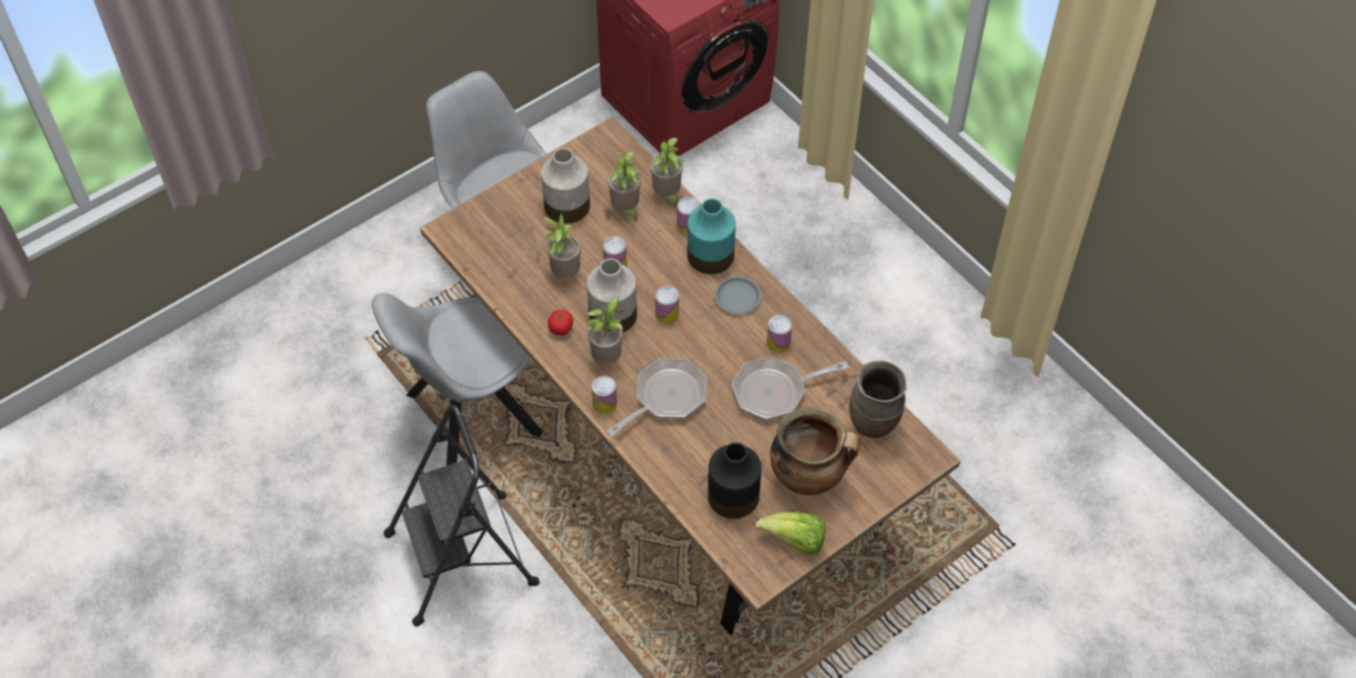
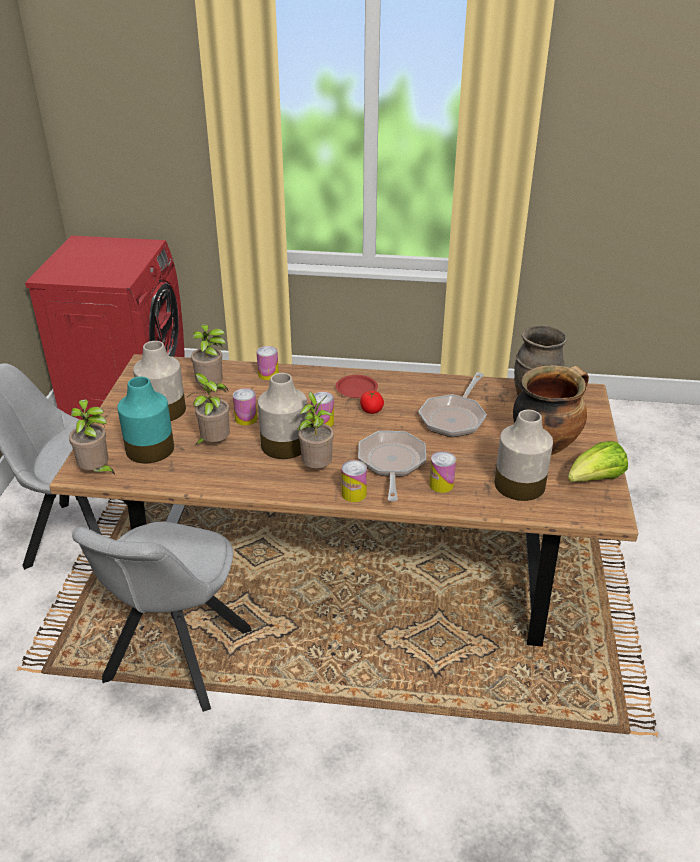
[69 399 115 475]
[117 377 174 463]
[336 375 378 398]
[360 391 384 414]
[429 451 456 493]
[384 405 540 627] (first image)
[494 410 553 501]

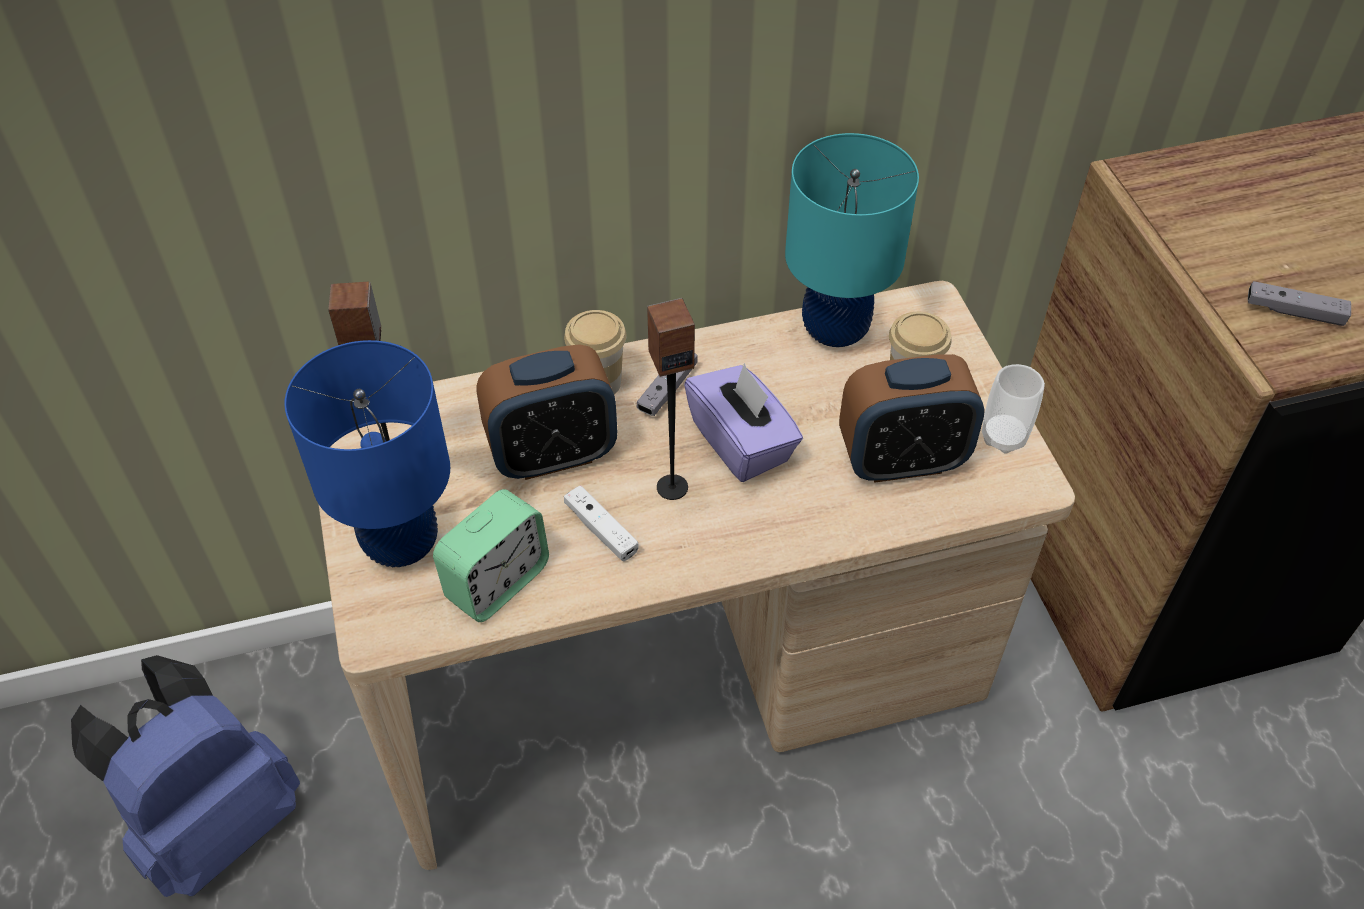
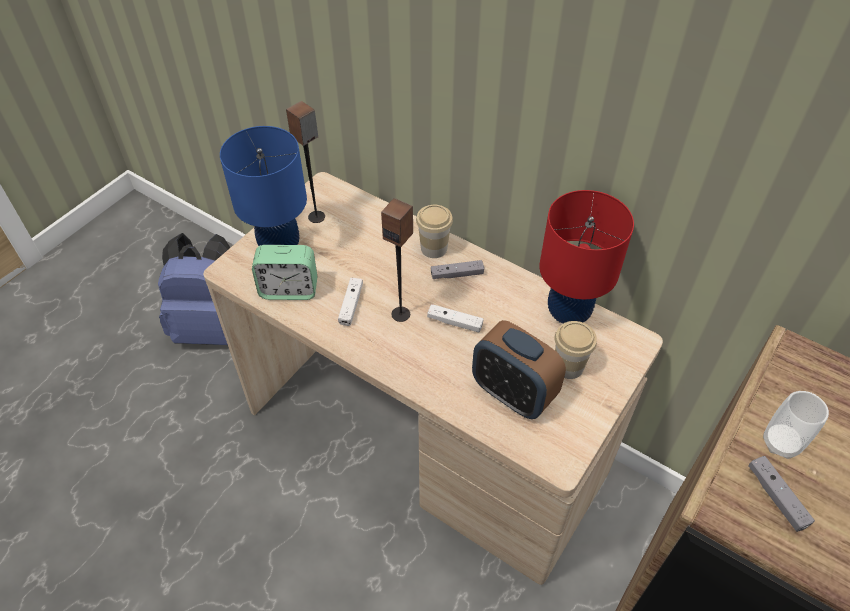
[539 190 634 324]
[476 344 617 480] (first image)
[427 304 484 332]
[763 391 829 459]

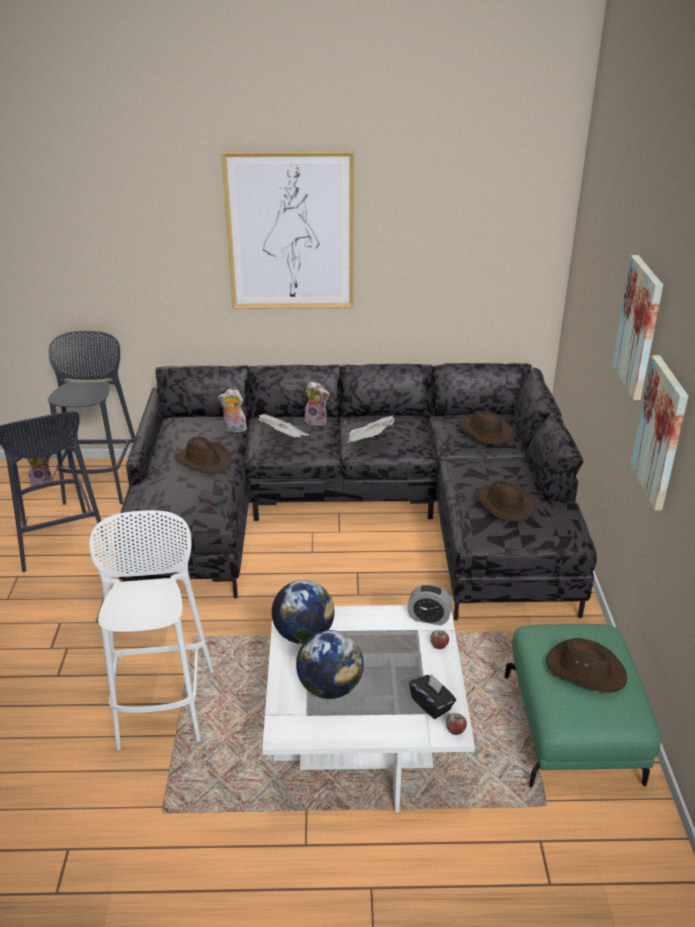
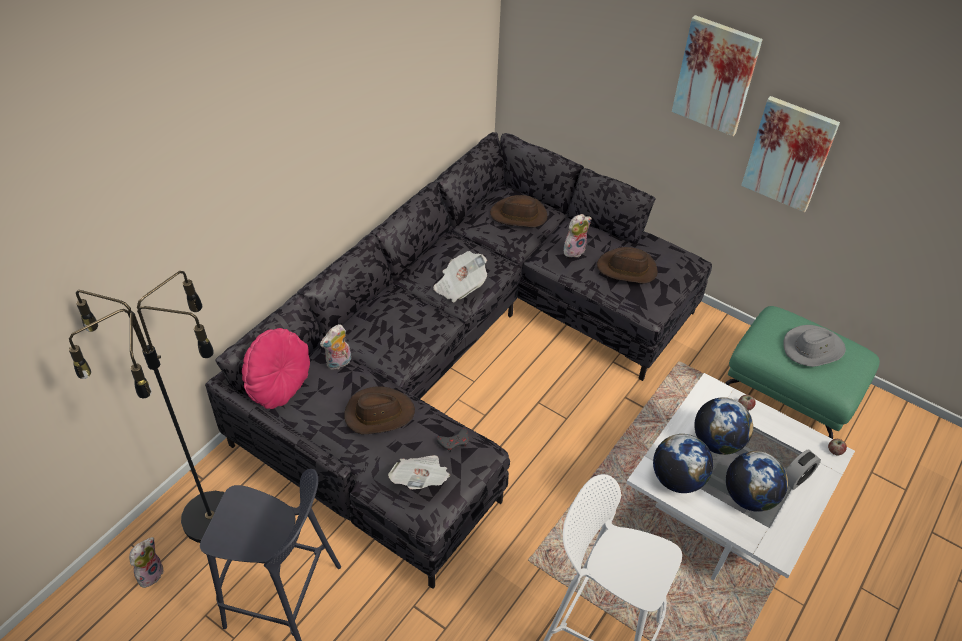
[221 151 354 309] (first image)
[69 271 225 543]
[564 214 592 257]
[388 455 451 489]
[785 449 821 490]
[783 325 846 367]
[409 673 456 719] (first image)
[242 328 310 409]
[694 397 753 455]

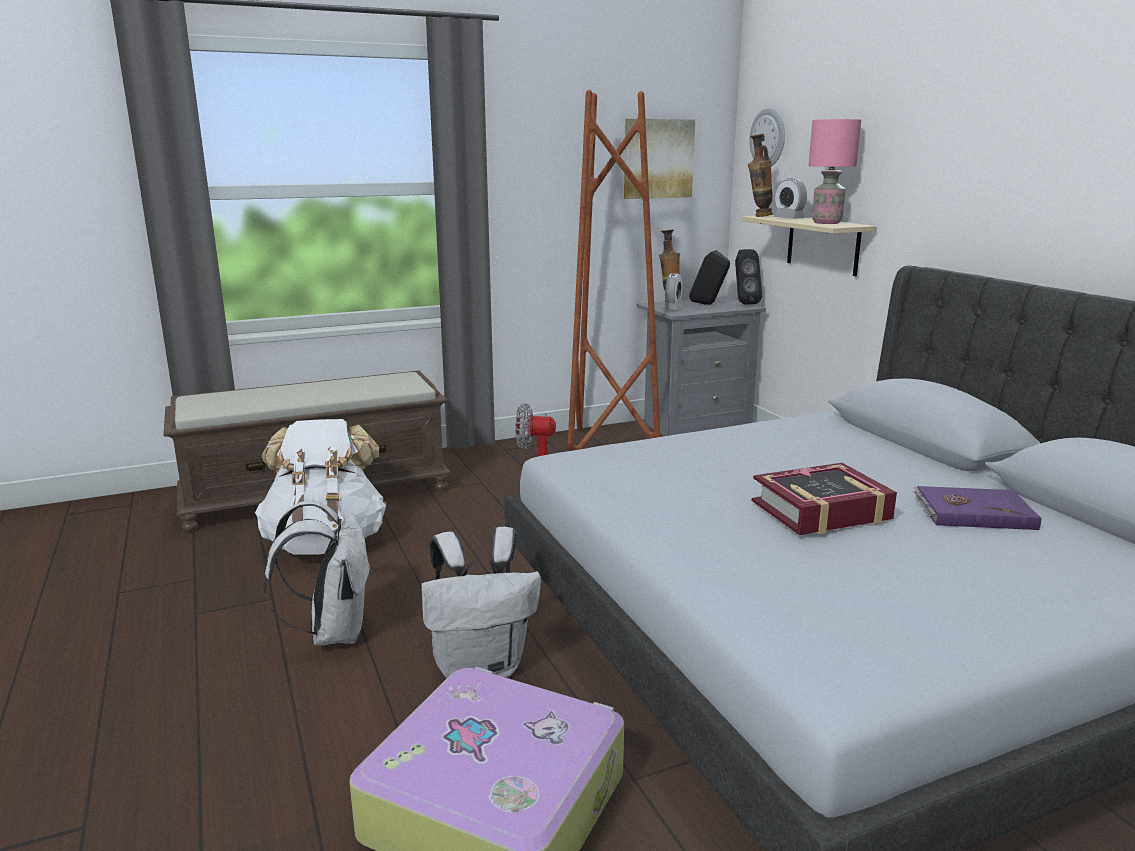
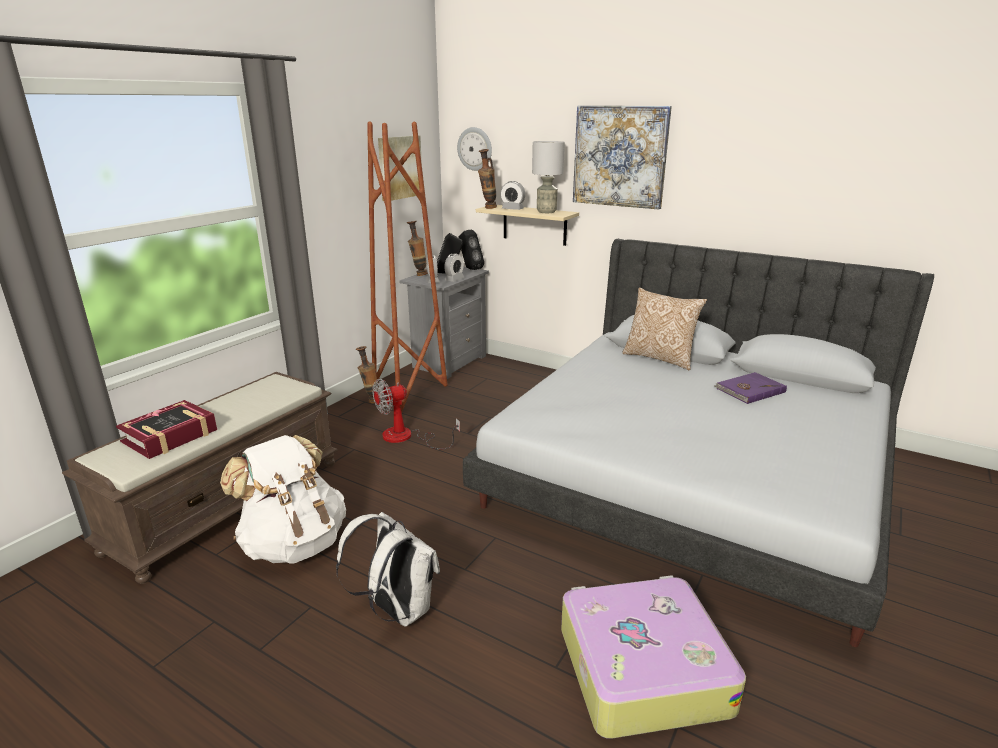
[532 141 565 213]
[116 400 217 459]
[421 527 541 678] (first image)
[573 106 672 209]
[444 253 464 282]
[622 288 707 370]
[356 346 379 403]

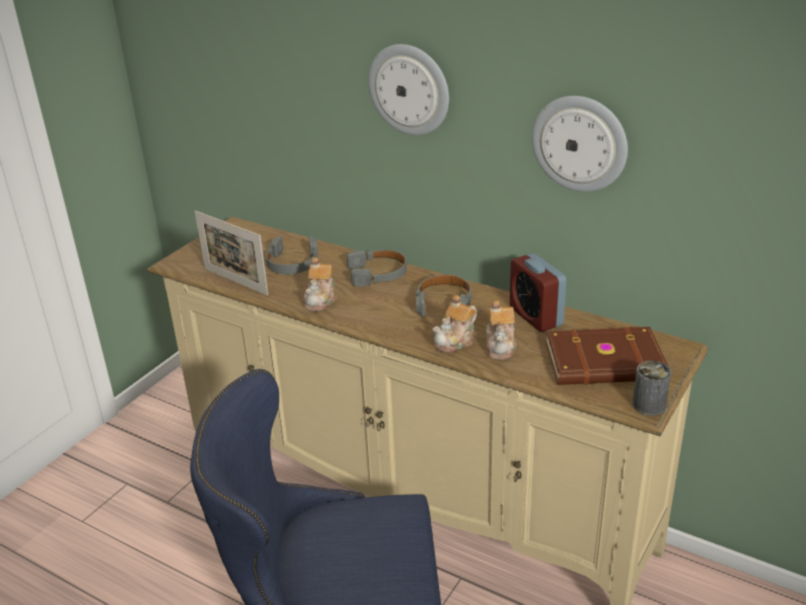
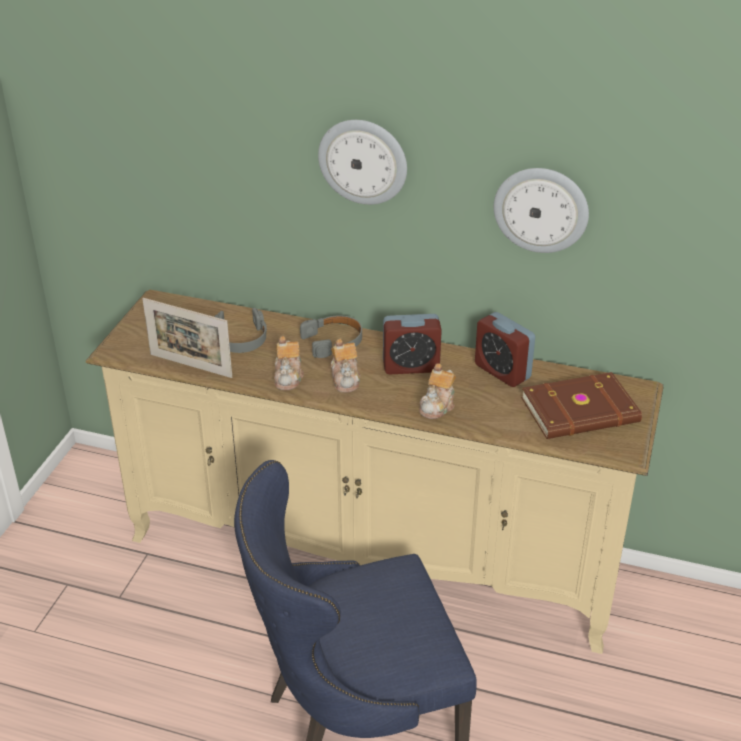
[383 314 442 374]
[331 339 361 393]
[633 361 671 416] (first image)

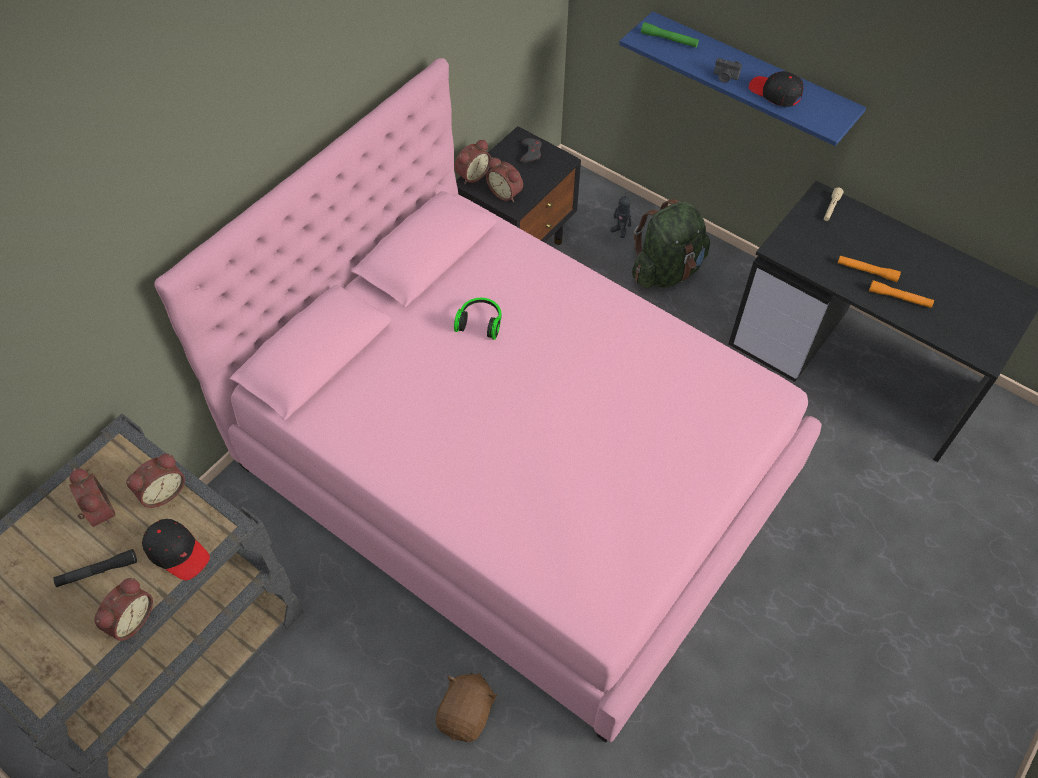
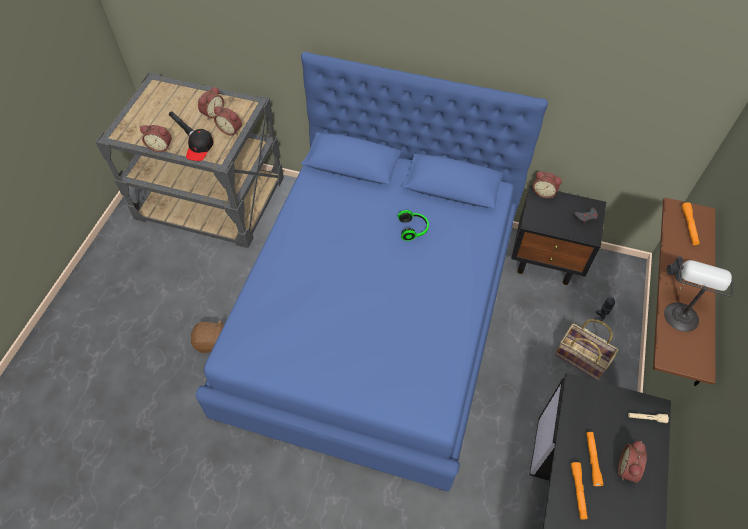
[653 197 715 386]
[682 202 700 245]
[196 52 548 492]
[664 260 734 332]
[618 441 647 483]
[555 319 618 381]

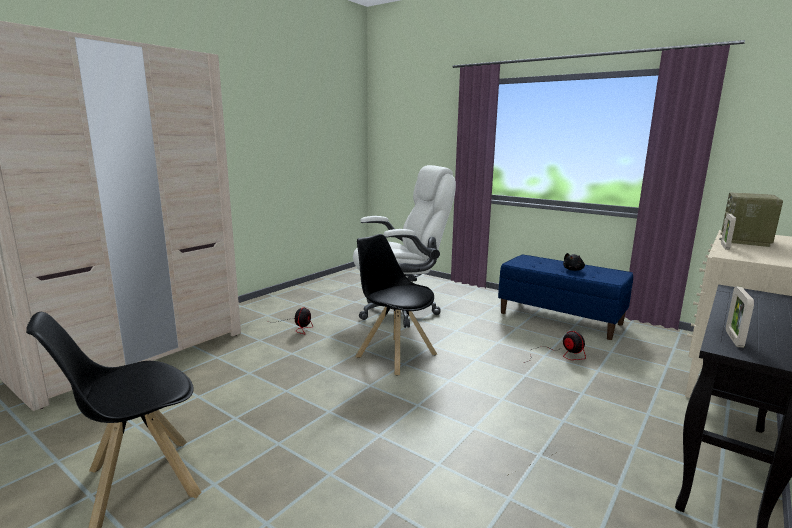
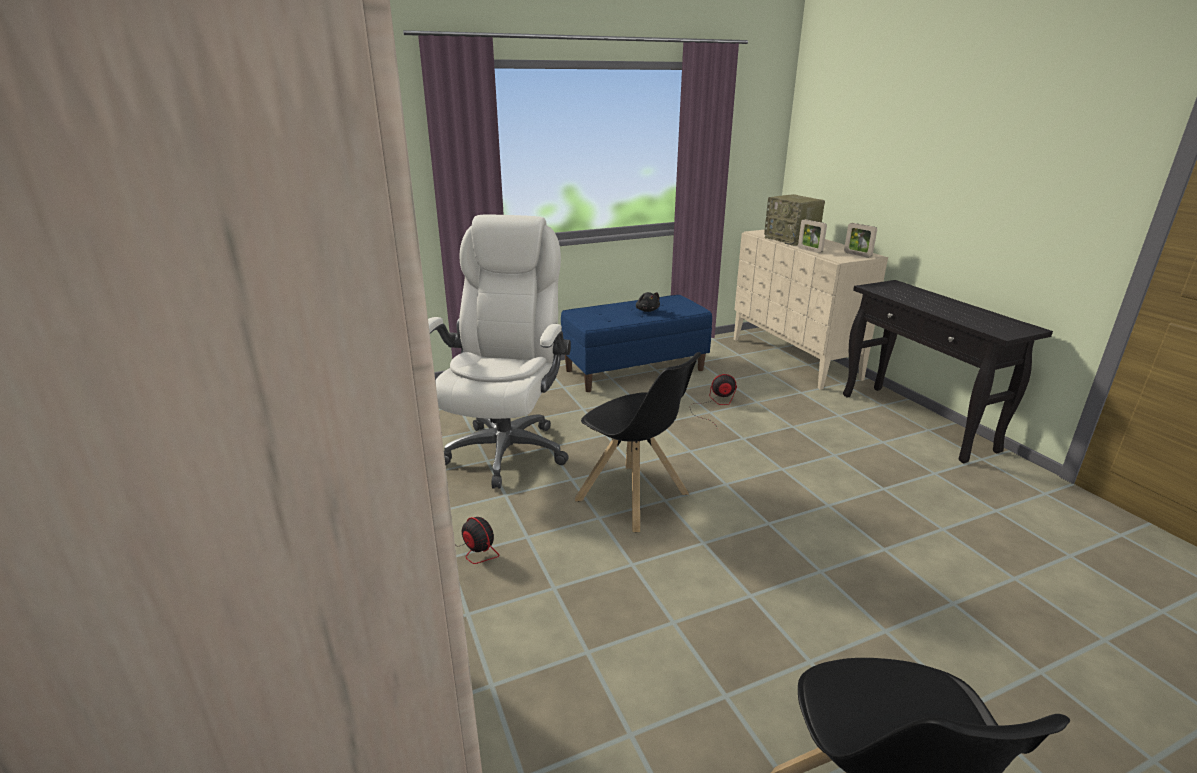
[575 352 701 532]
[844 223 877 258]

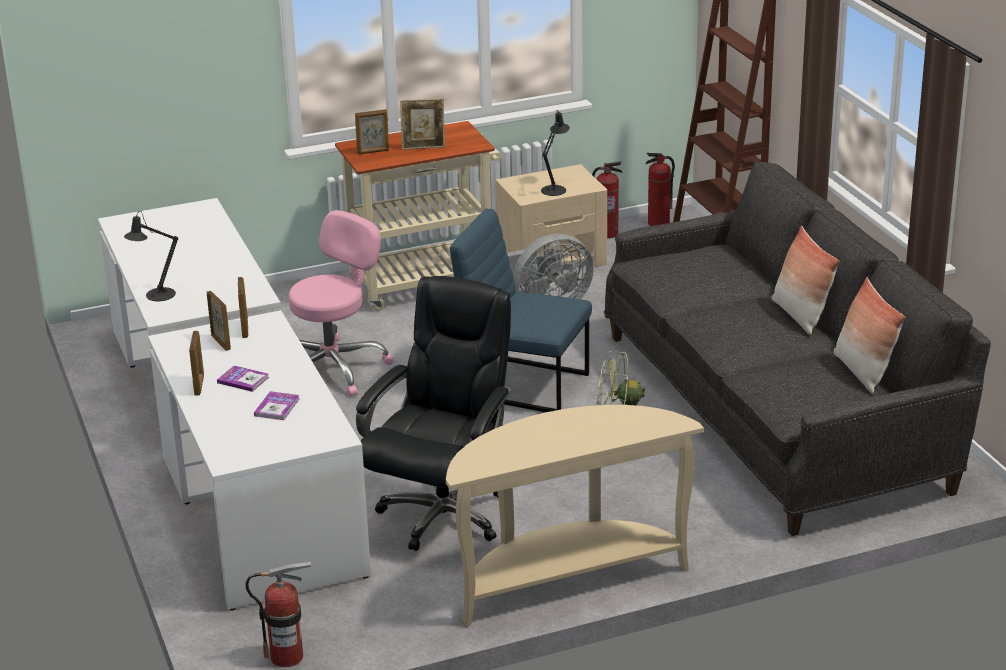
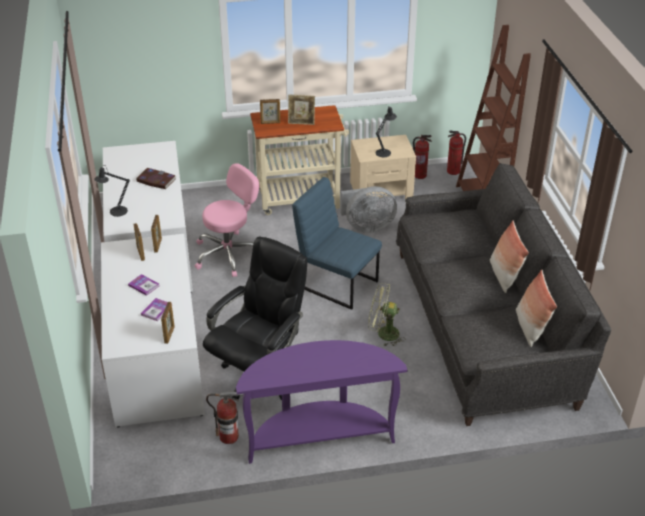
[161 302 175 344]
[236 340 408 464]
[206 392 244 444]
[136 168 176 189]

